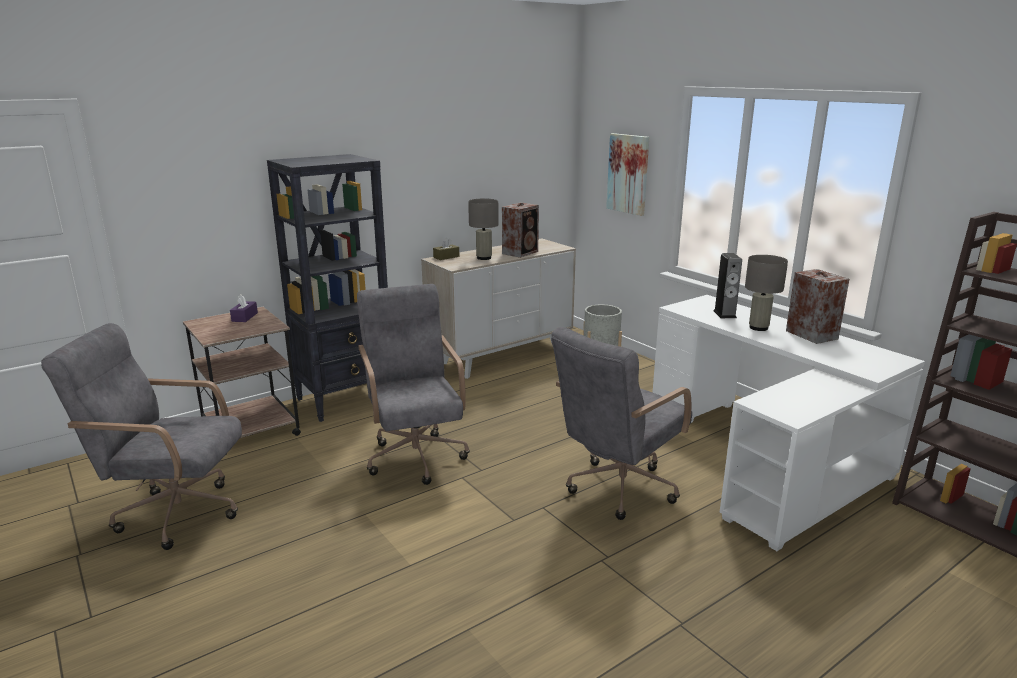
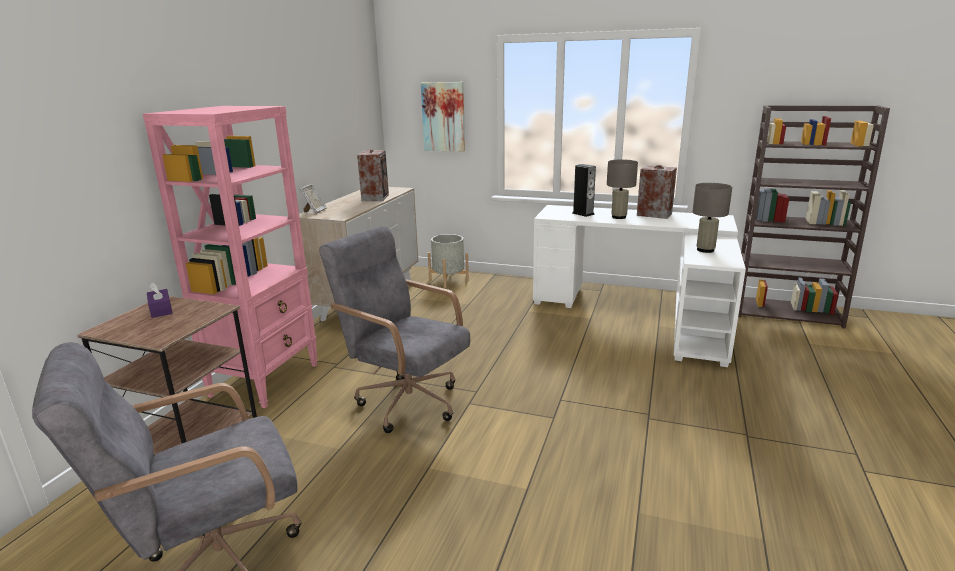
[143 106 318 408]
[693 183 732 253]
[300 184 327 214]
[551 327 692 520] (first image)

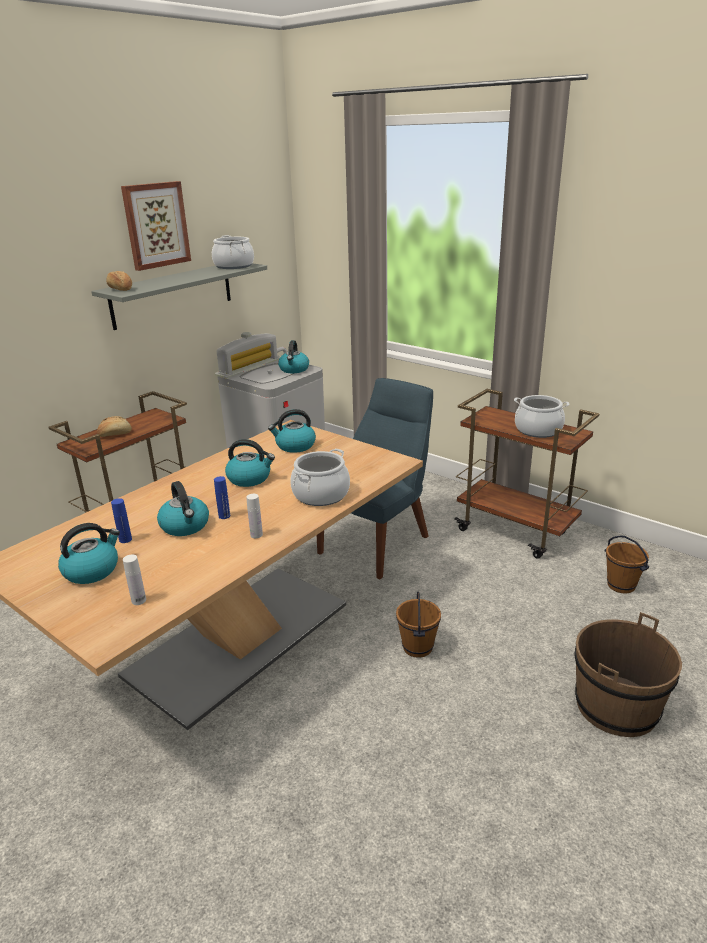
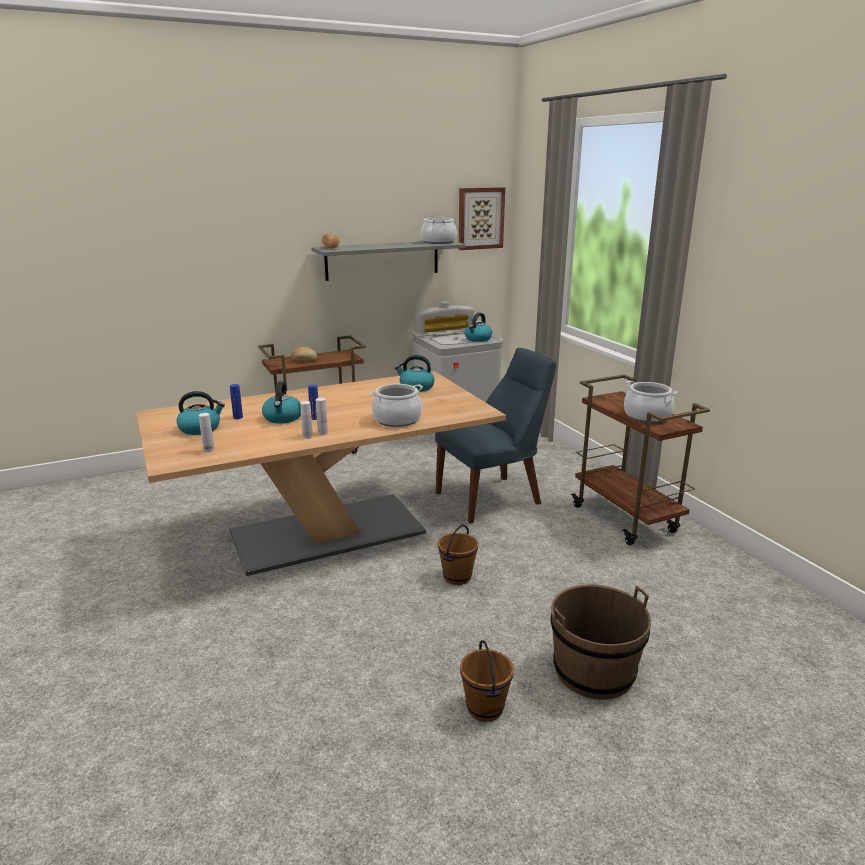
[459 187 505 250]
[225 439 275 487] (first image)
[460 640 514 722]
[300 401 313 439]

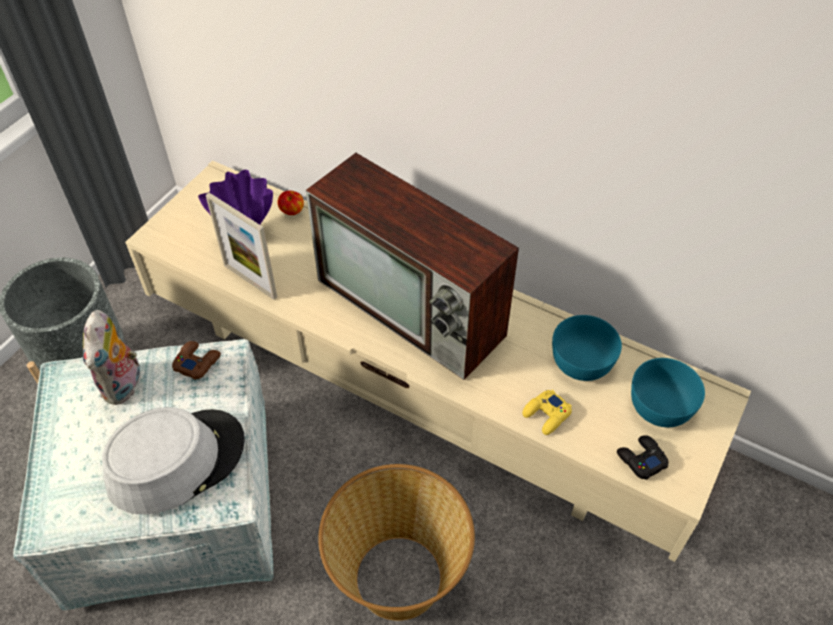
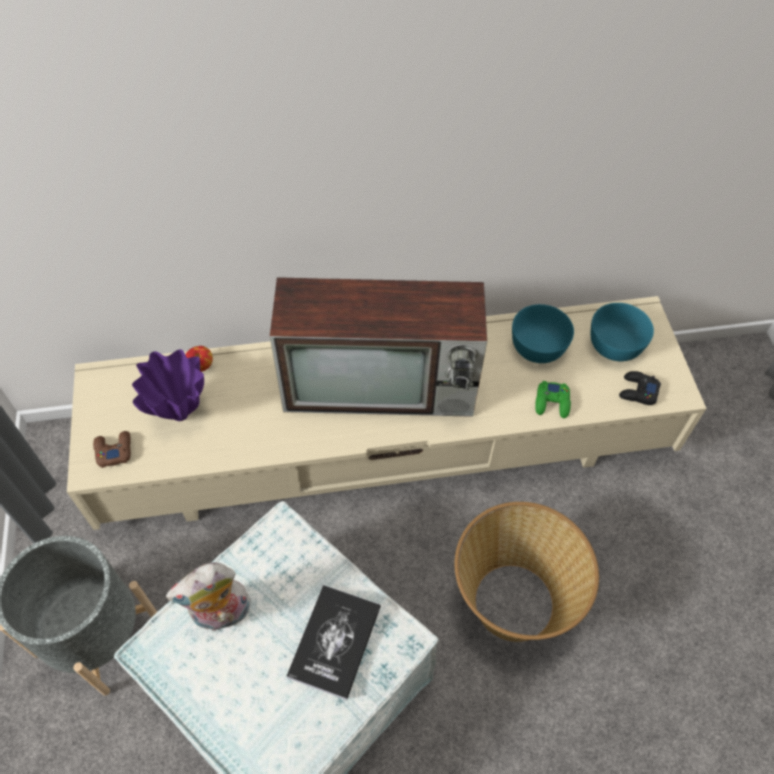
[206 193 277 300] (first image)
[166 562 250 631]
[93 431 131 468]
[535 381 571 418]
[287 585 381 700]

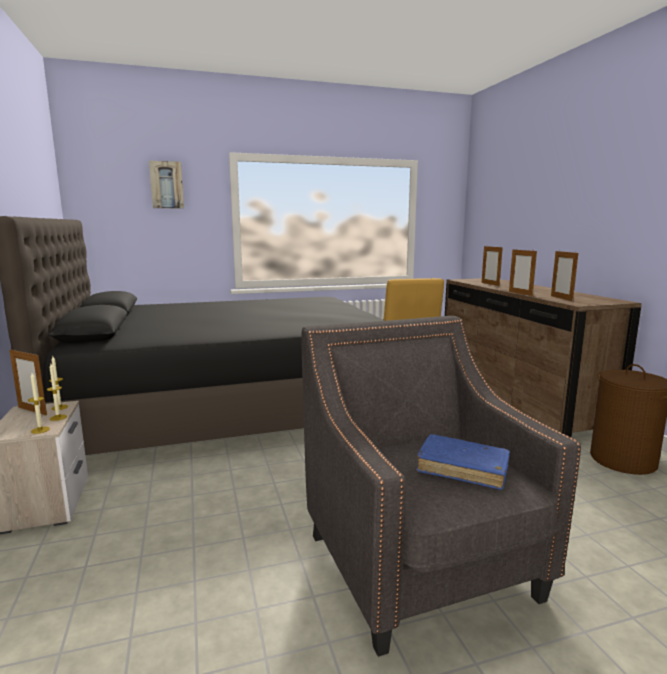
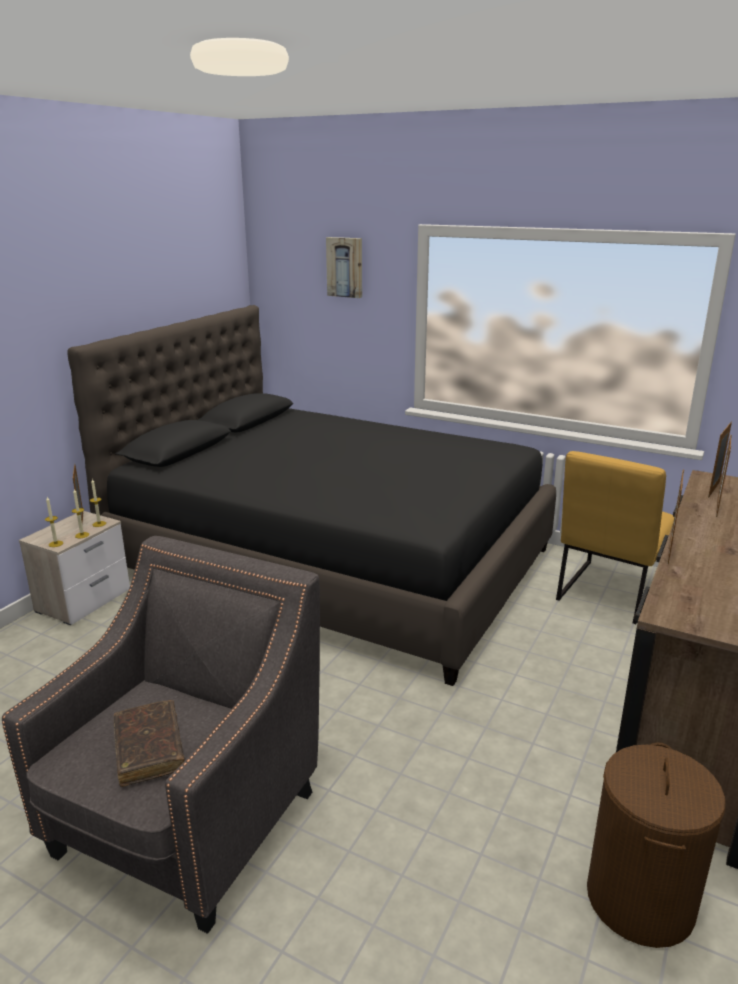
[708 422 732 498]
[114 700 185 787]

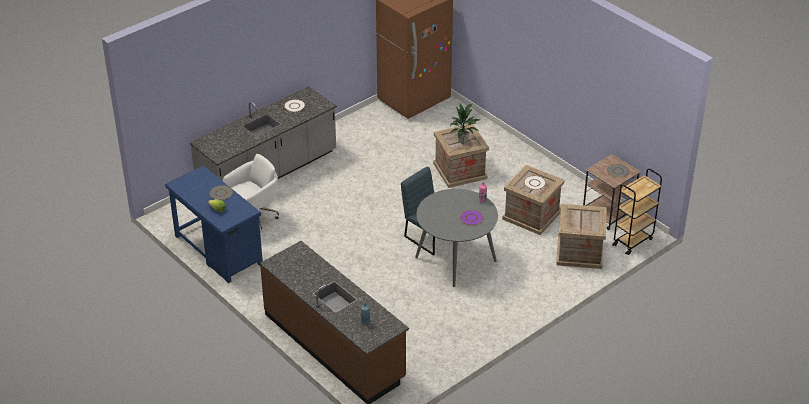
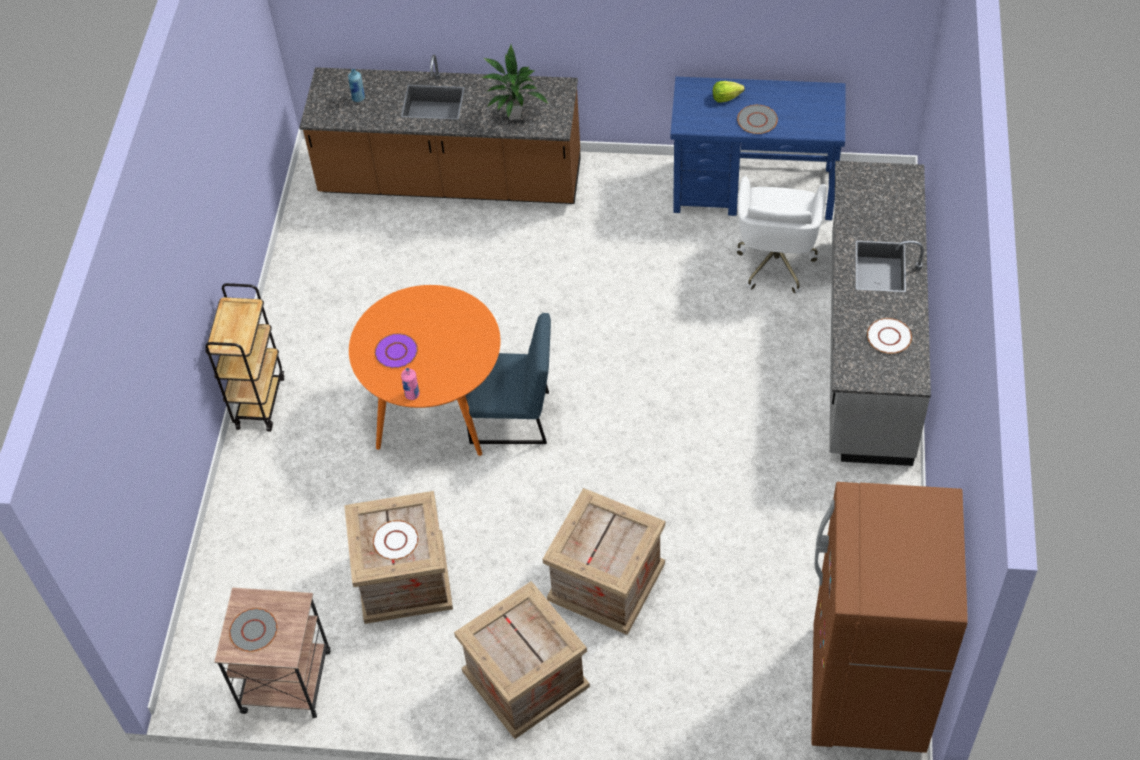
[481 45 548 120]
[205 283 284 432]
[349 285 501 456]
[454 581 590 739]

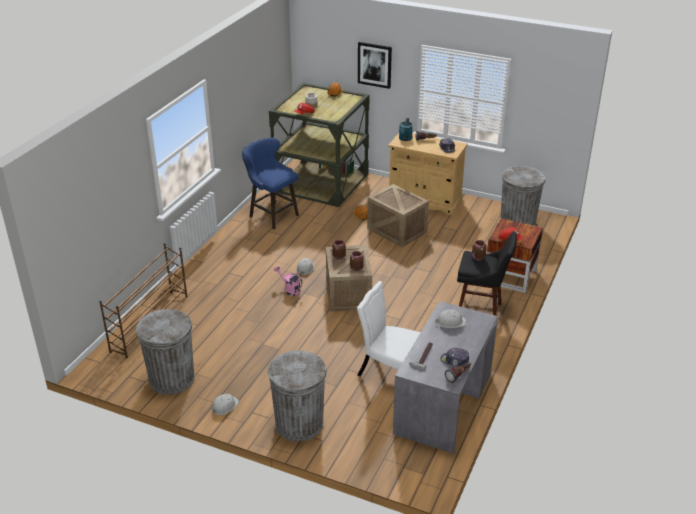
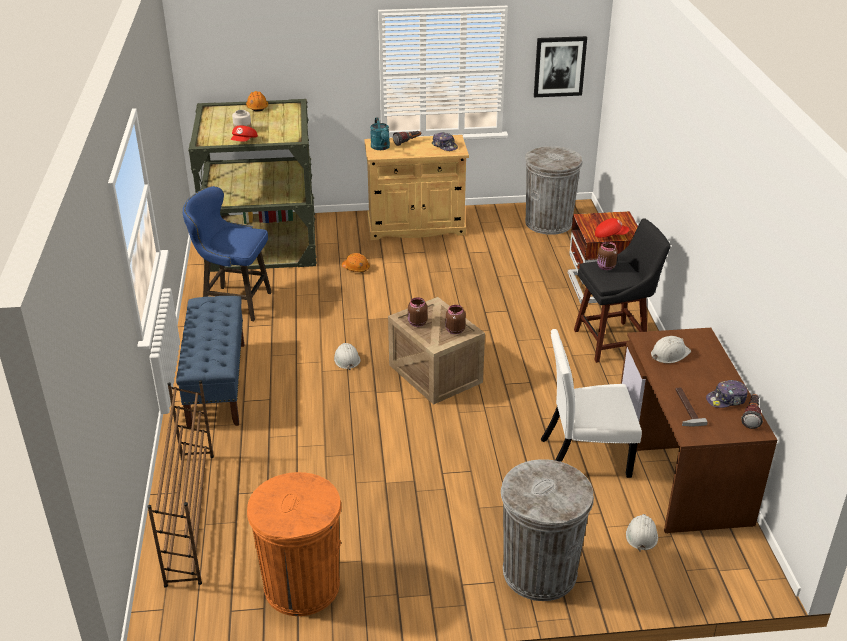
[534 36 587 97]
[367 184 429 247] (first image)
[274 266 303 296] (first image)
[621 328 777 534]
[247 472 341 616]
[626 514 658 552]
[176 296 244 428]

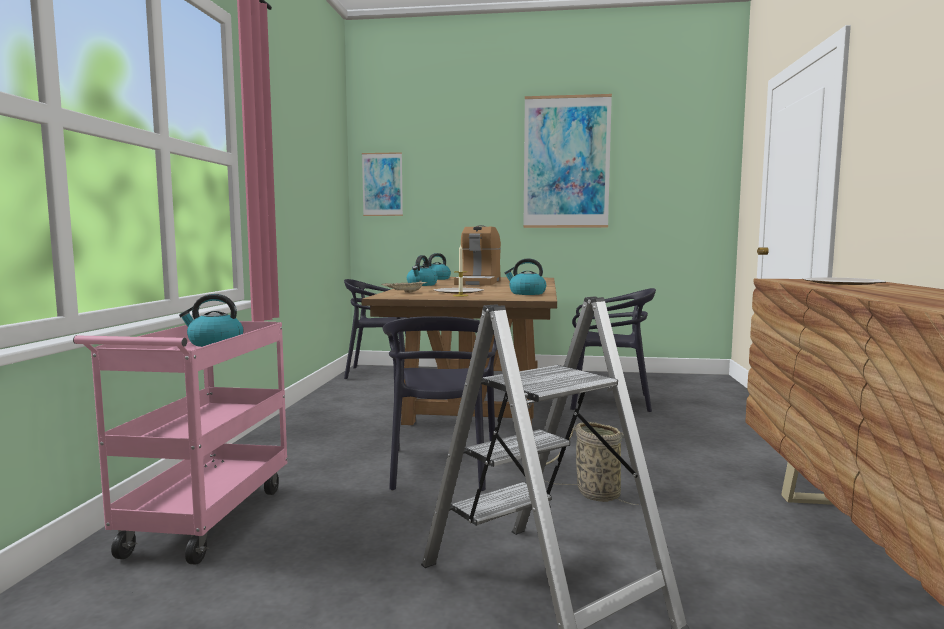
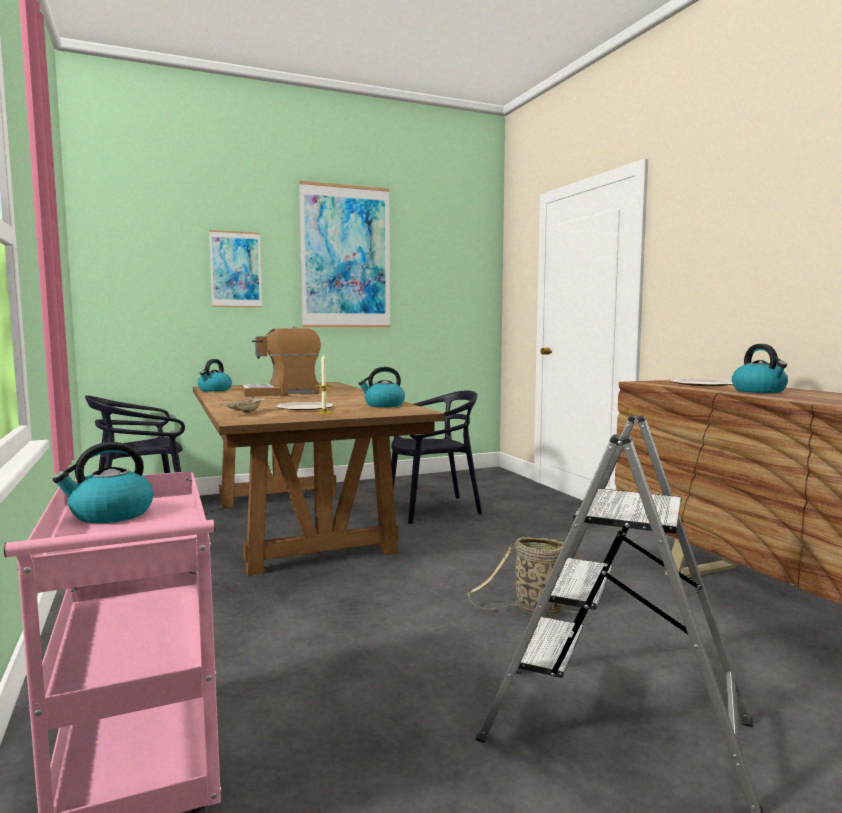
[209 230 262 308]
[242 326 321 397]
[732 344 788 393]
[383 316 497 491] (first image)

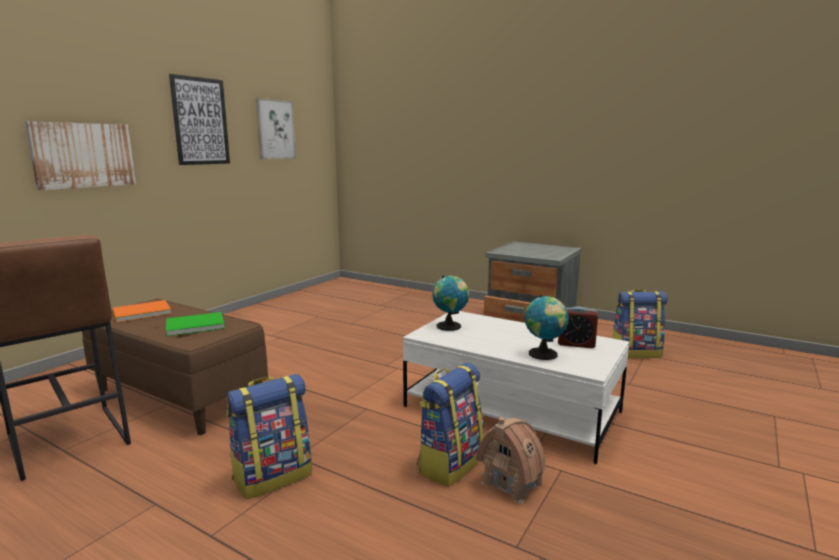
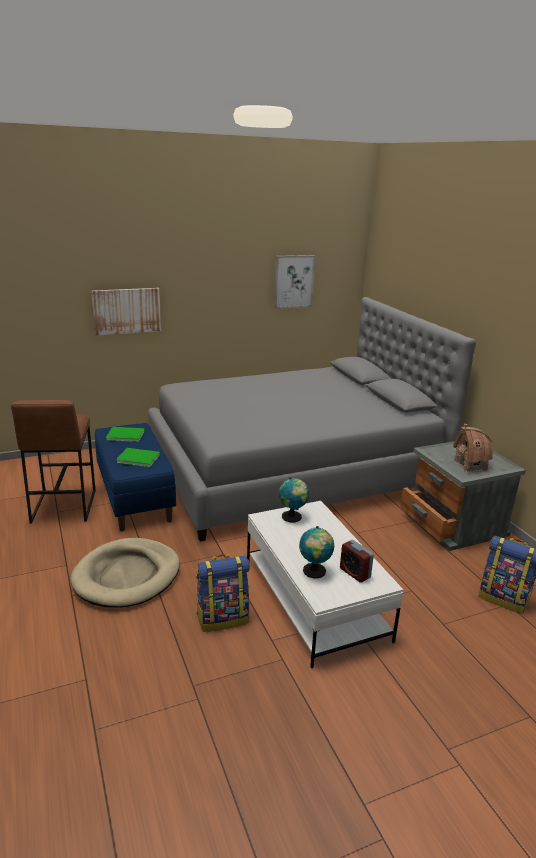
[169 74 230 165] (first image)
[95 423 176 531]
[106 427 145 442]
[70 538 180 608]
[453 424 493 472]
[148 297 476 541]

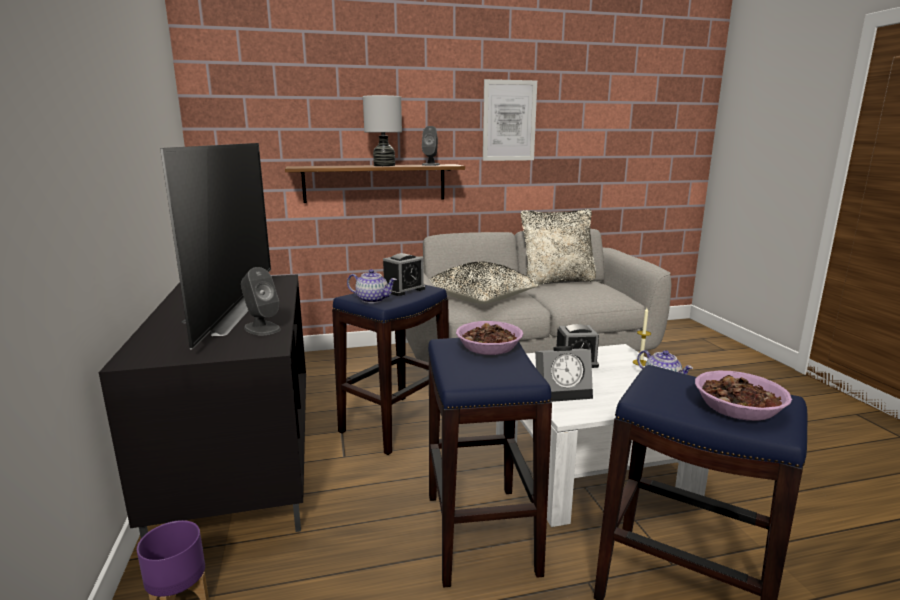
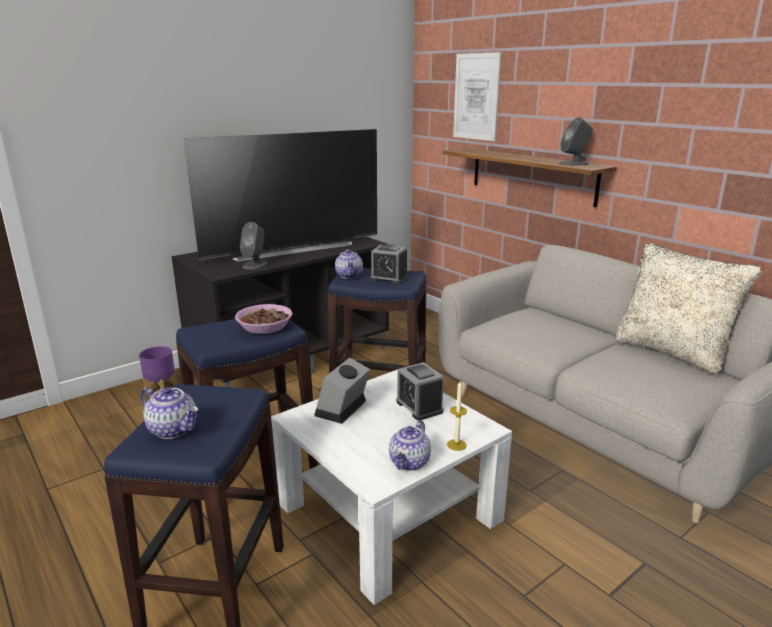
[453 52 501 141]
[363 95 402 166] (first image)
[429 262 539 304] (first image)
[314 357 370 424]
[141 387 198 439]

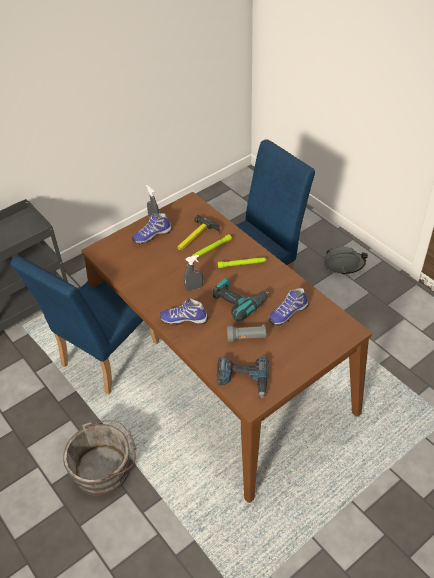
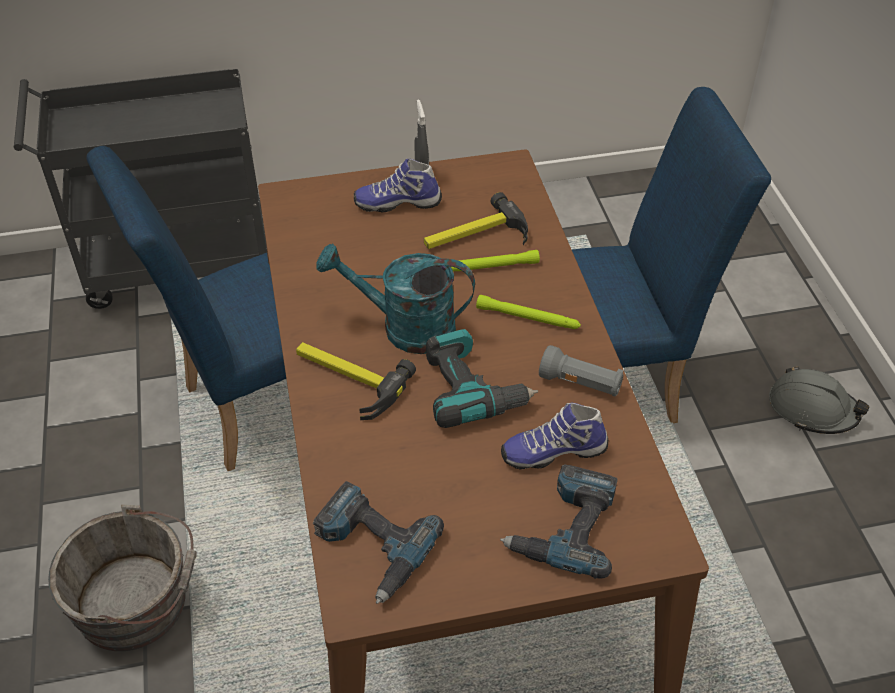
[316 243 475 354]
[296 342 416 420]
[539 345 623 397]
[500 464 617 579]

